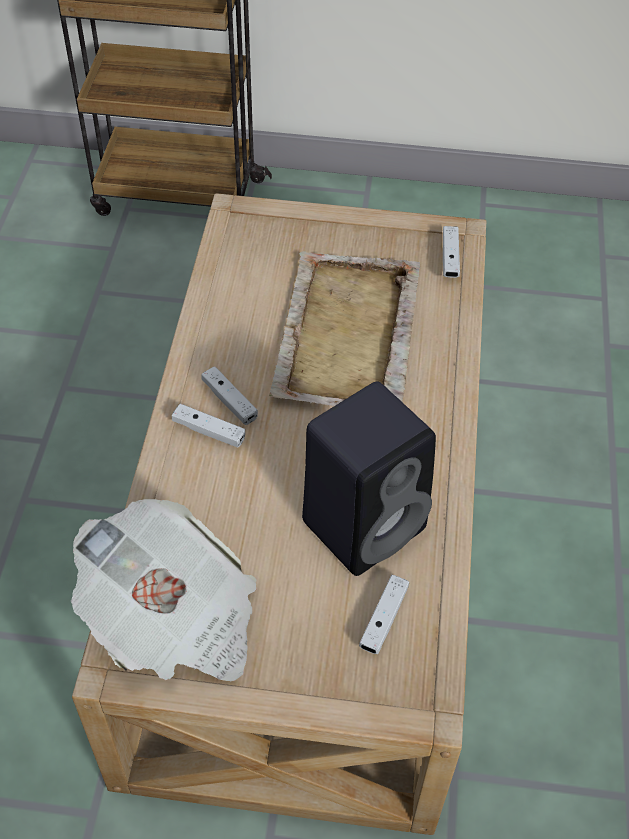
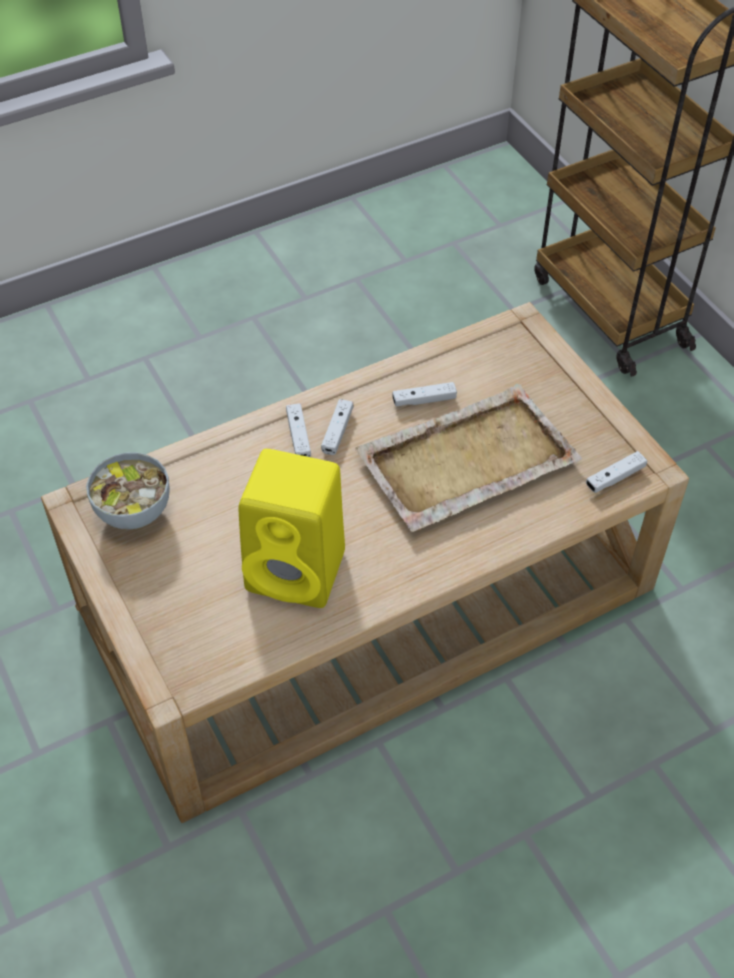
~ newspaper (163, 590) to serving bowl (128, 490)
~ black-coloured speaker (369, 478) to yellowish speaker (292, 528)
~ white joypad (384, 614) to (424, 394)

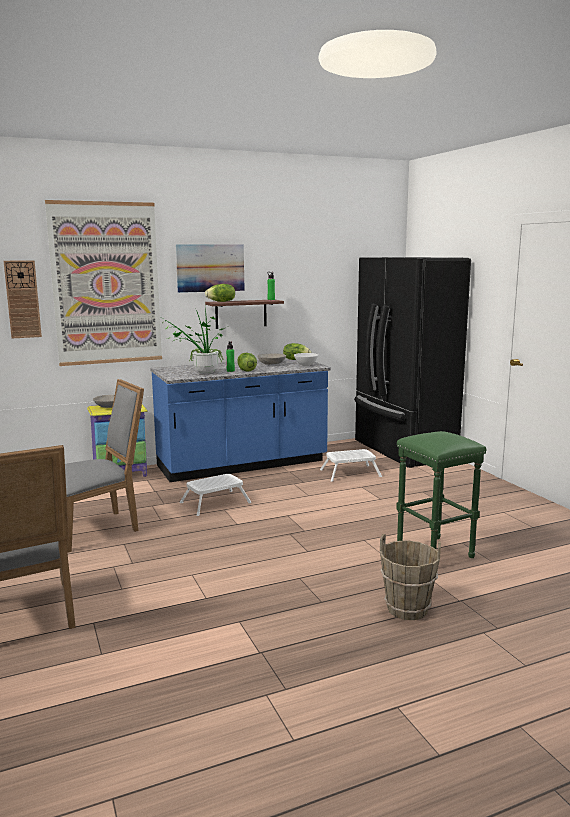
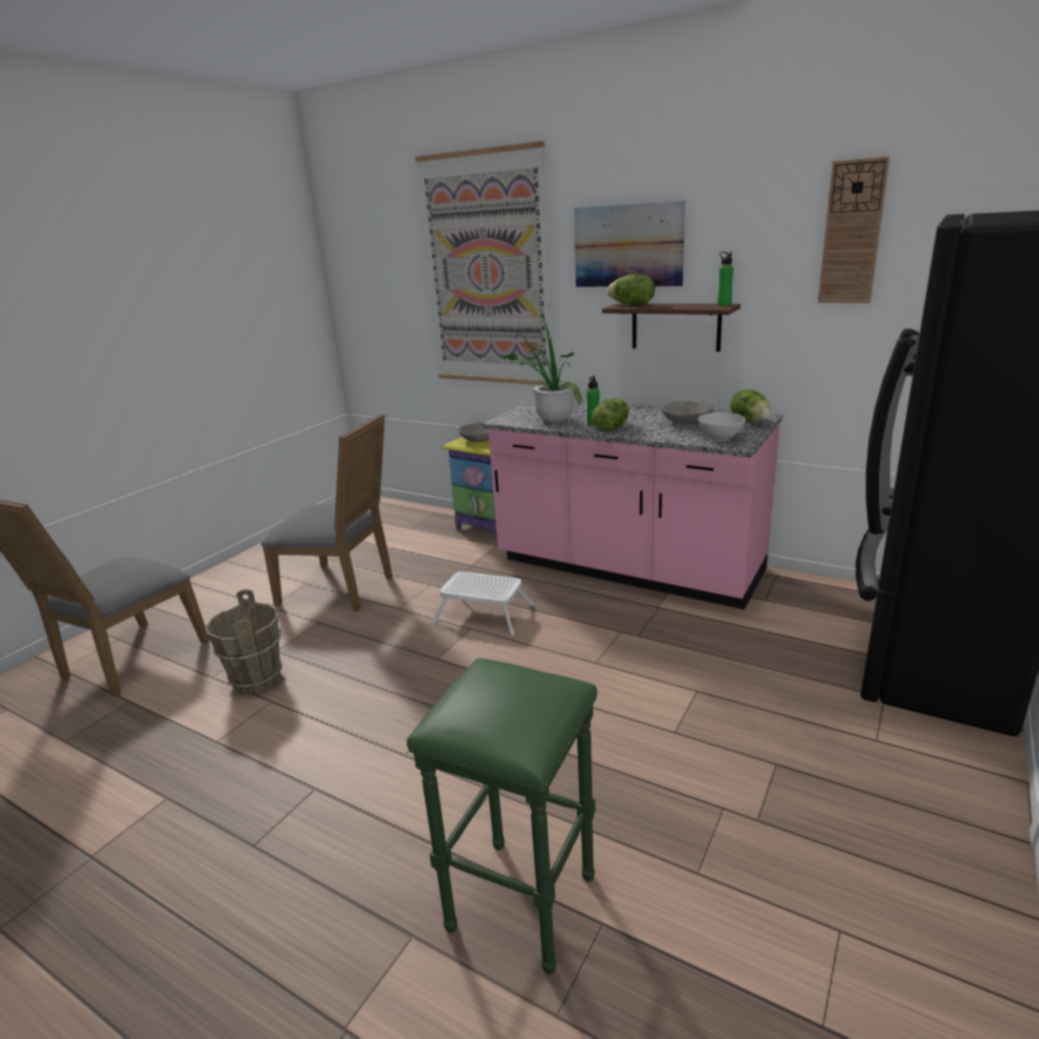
~ hanging clock (23, 299) to (854, 230)
~ bluish counter (240, 420) to pink-coloured counter (632, 504)
- white step ladder (351, 465)
~ brown bucket (410, 577) to (243, 641)

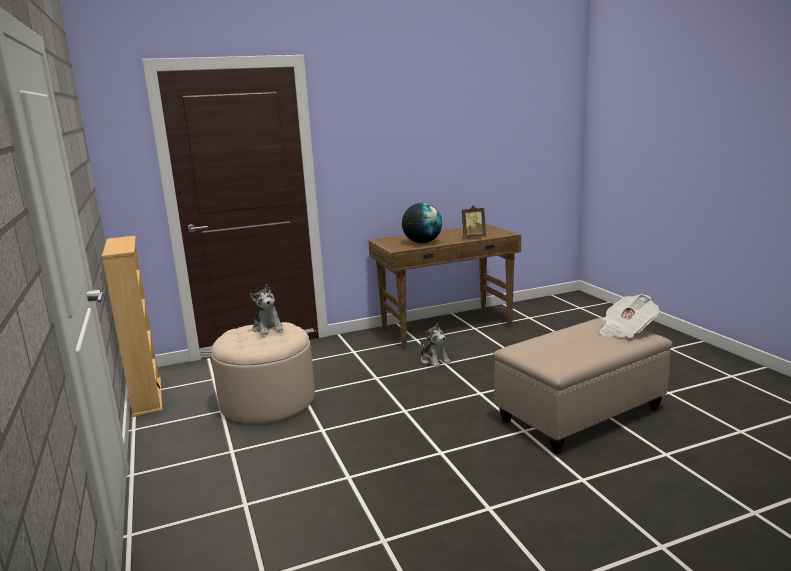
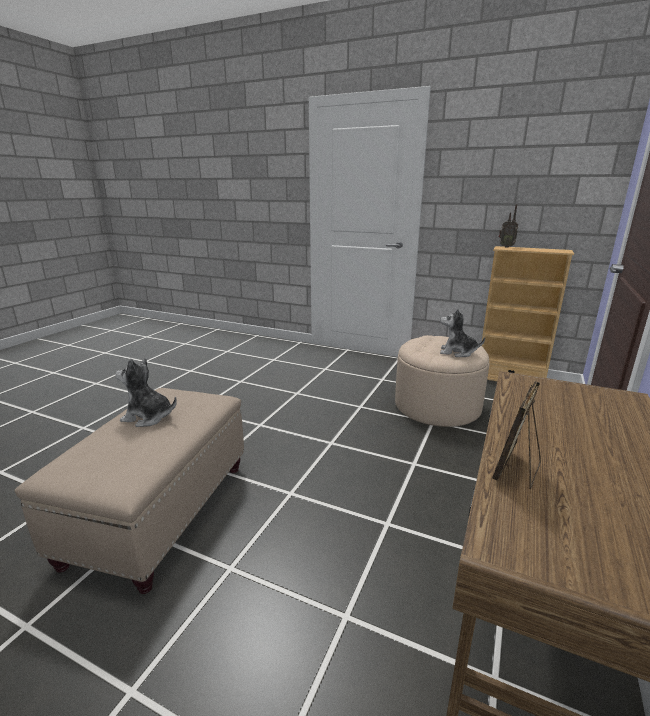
- globe (422, 223)
~ cuddly toy (436, 345) to (146, 392)
- newspaper (629, 316)
+ radio receiver (508, 226)

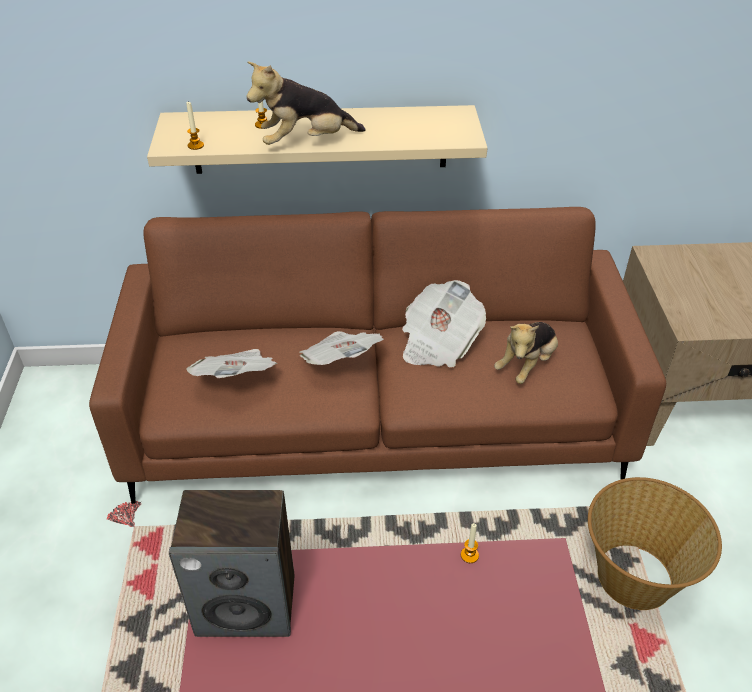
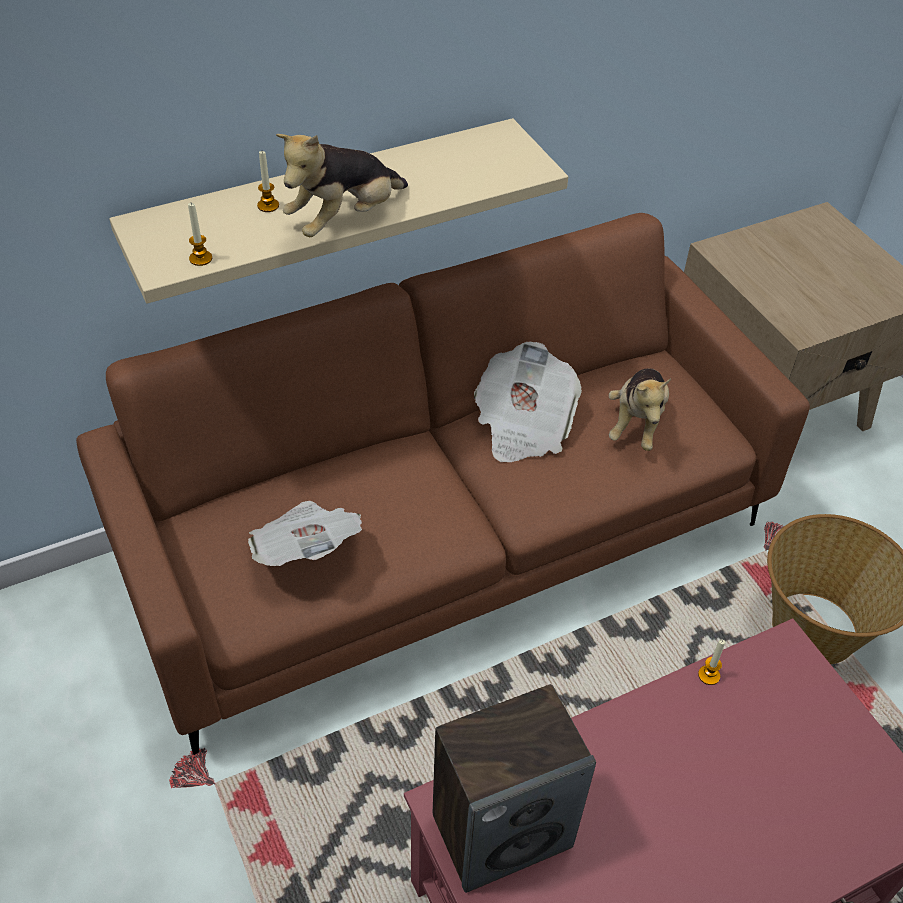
- newspaper (341, 348)

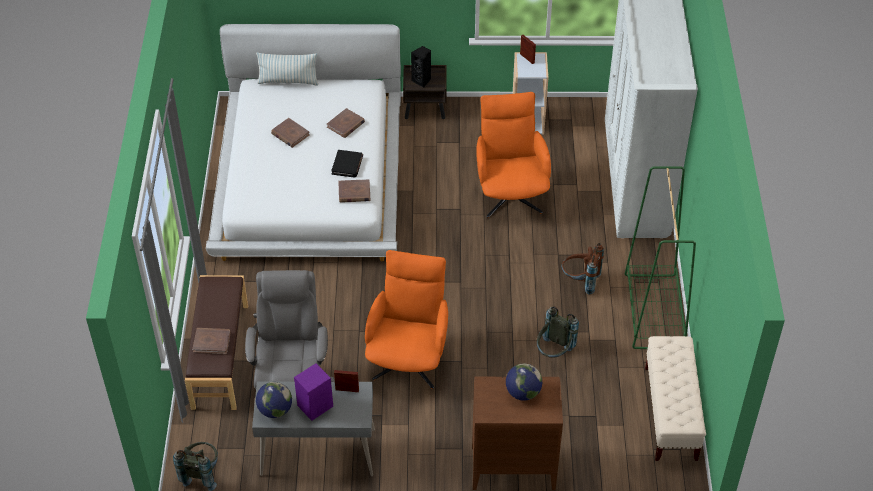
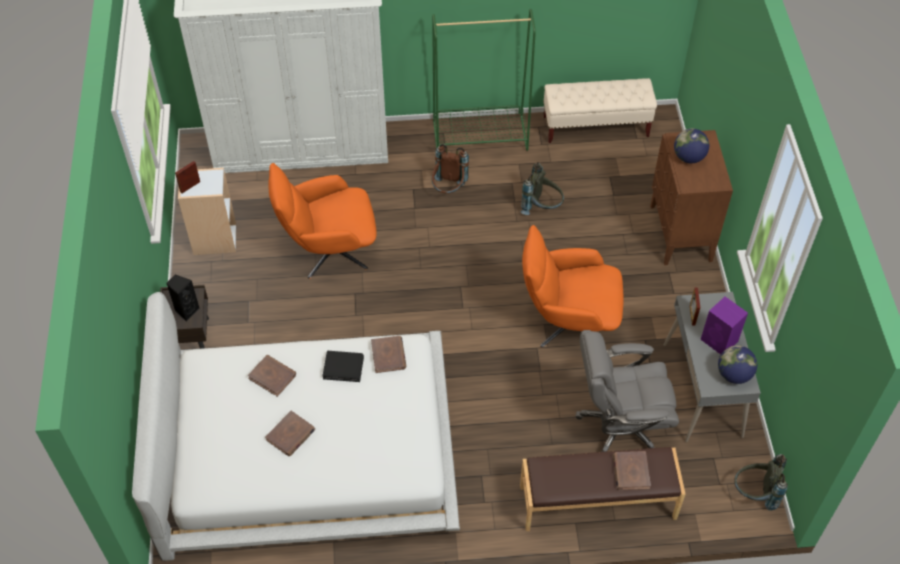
- cushion (287, 69)

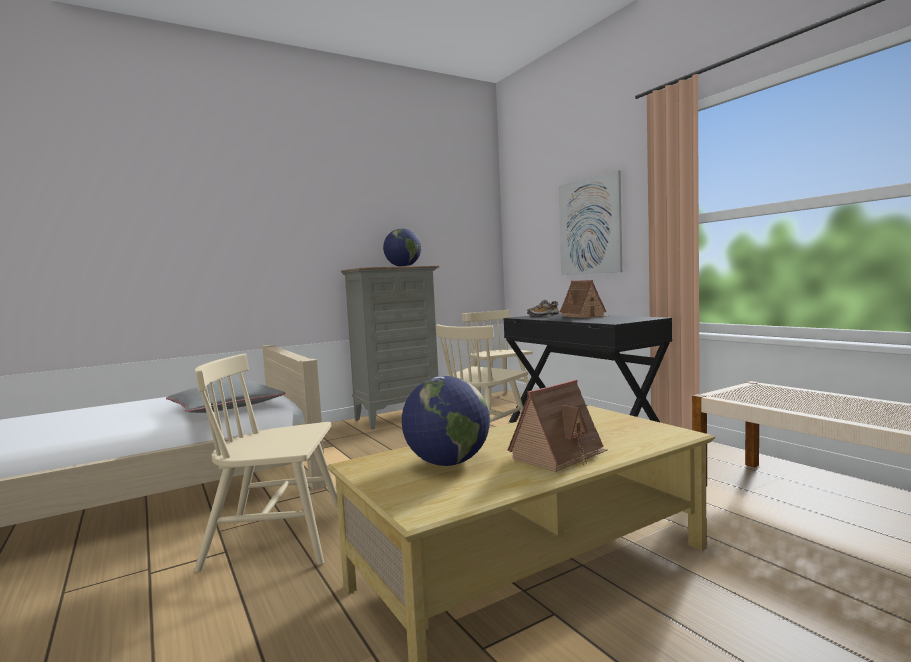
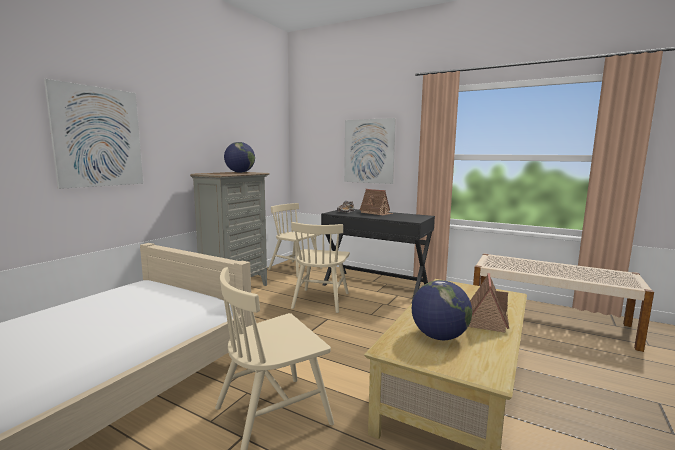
- greyish cushion (226, 397)
+ wall art (93, 134)

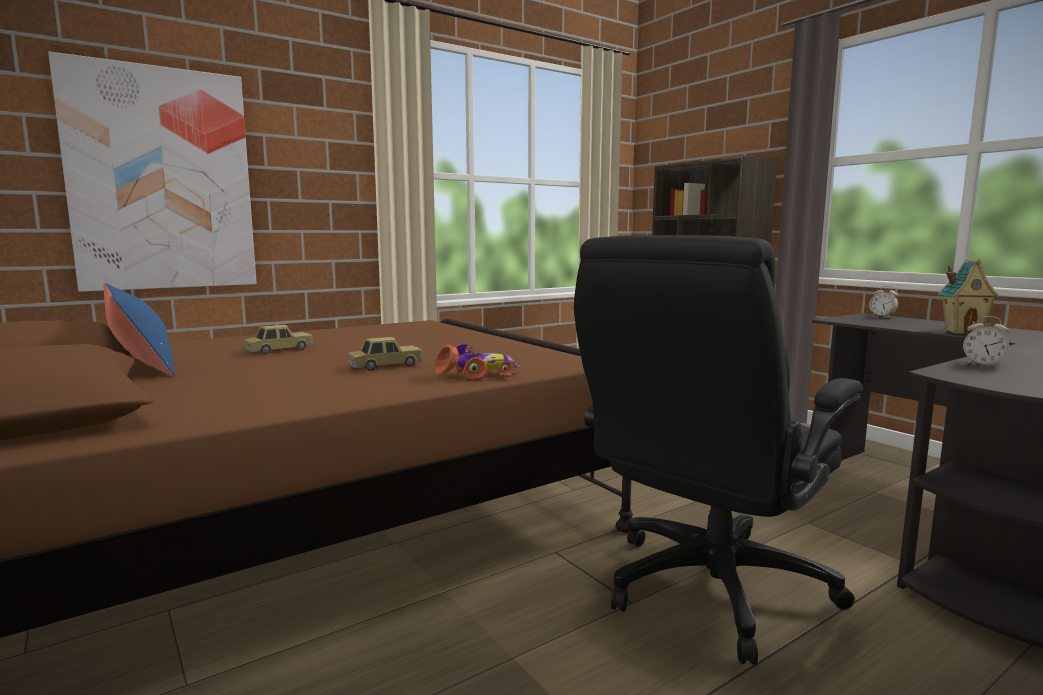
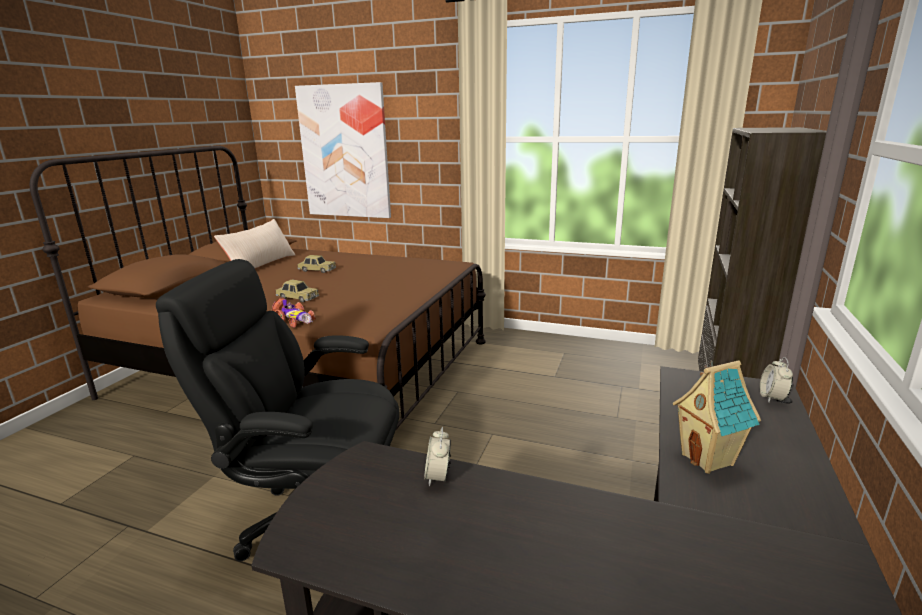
~ bluish cushion (139, 330) to sand-coloured cushion (254, 243)

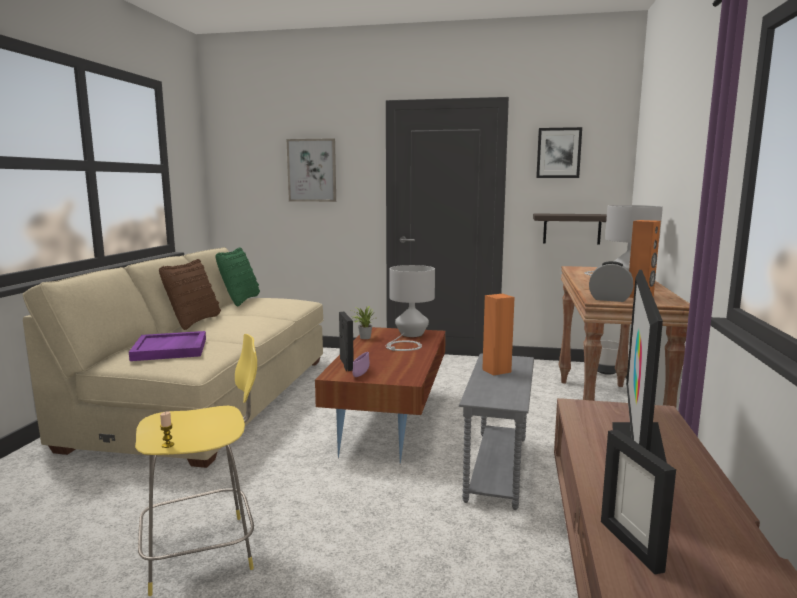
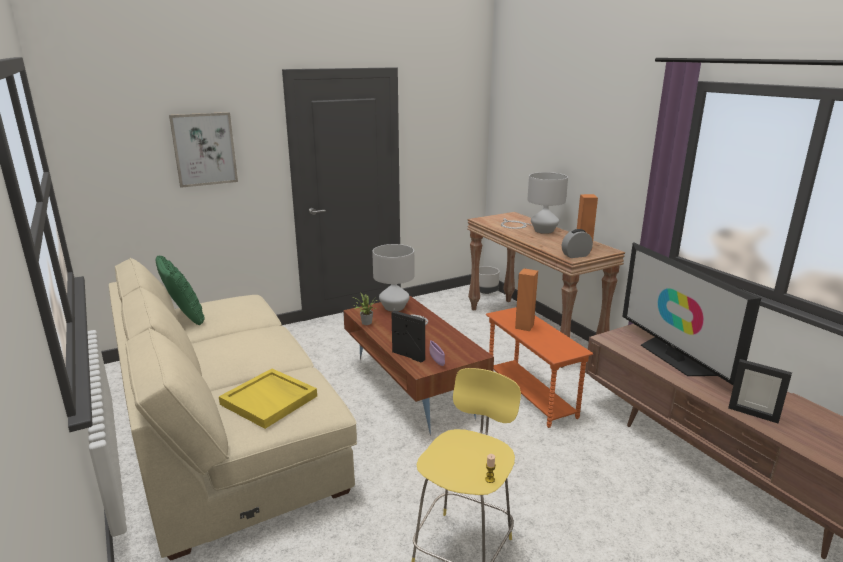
~ purplish tray (167, 346) to yellowish tray (268, 399)
- brown cushion (190, 294)
~ greyish accent table (496, 431) to orange-coloured accent table (539, 367)
- wall shelf (570, 229)
- wall art (559, 152)

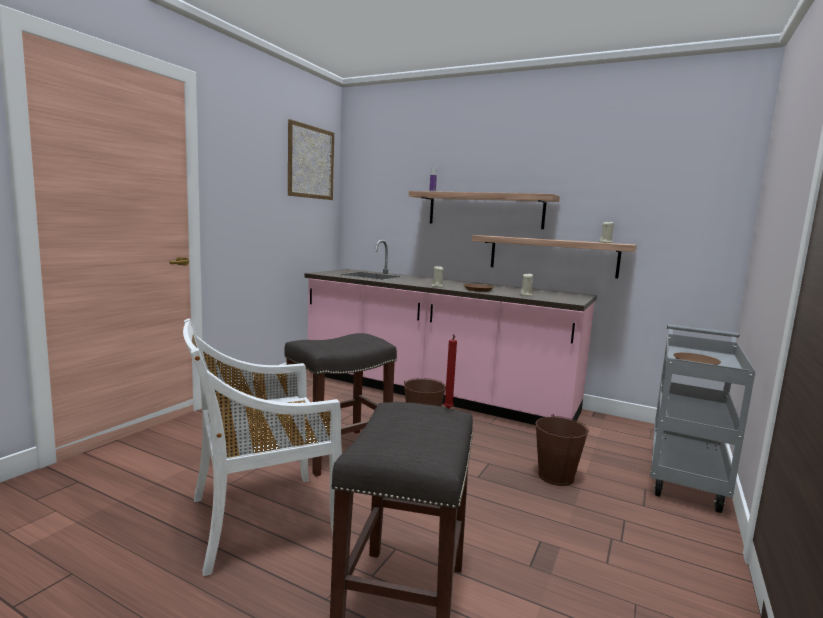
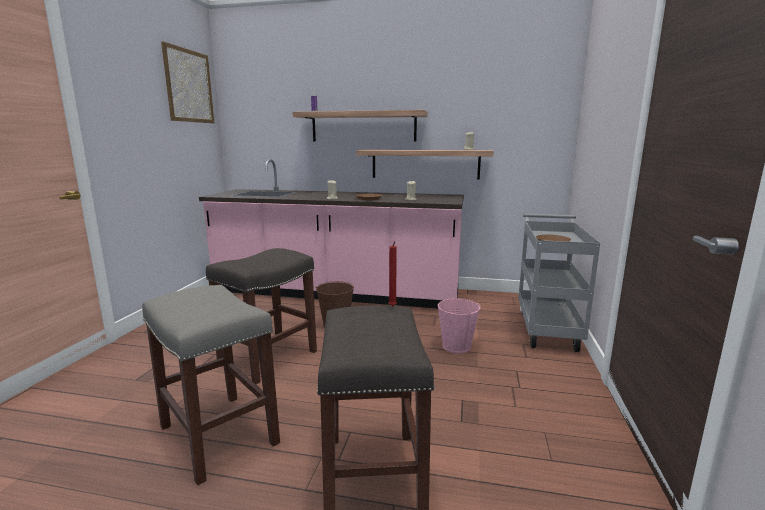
~ white chair (262, 447) to greyish stool (211, 385)
~ brown bucket (562, 450) to pink-coloured bucket (459, 325)

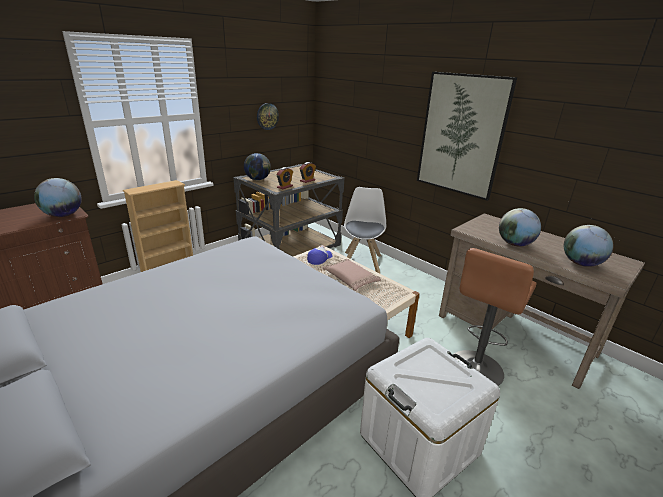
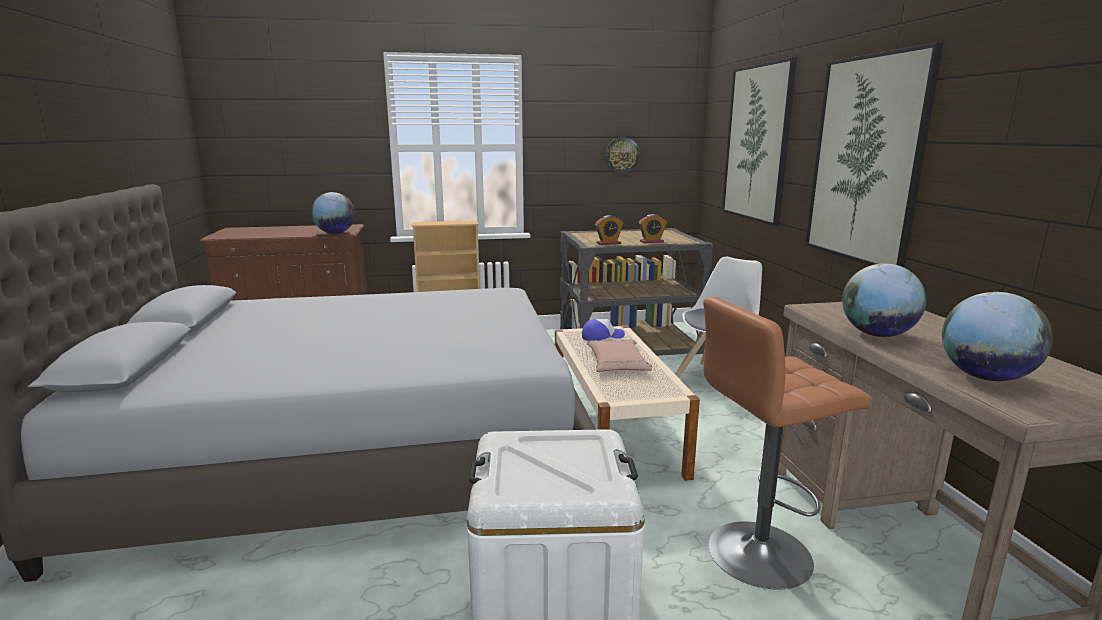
- globe (257, 166)
+ wall art (759, 141)

